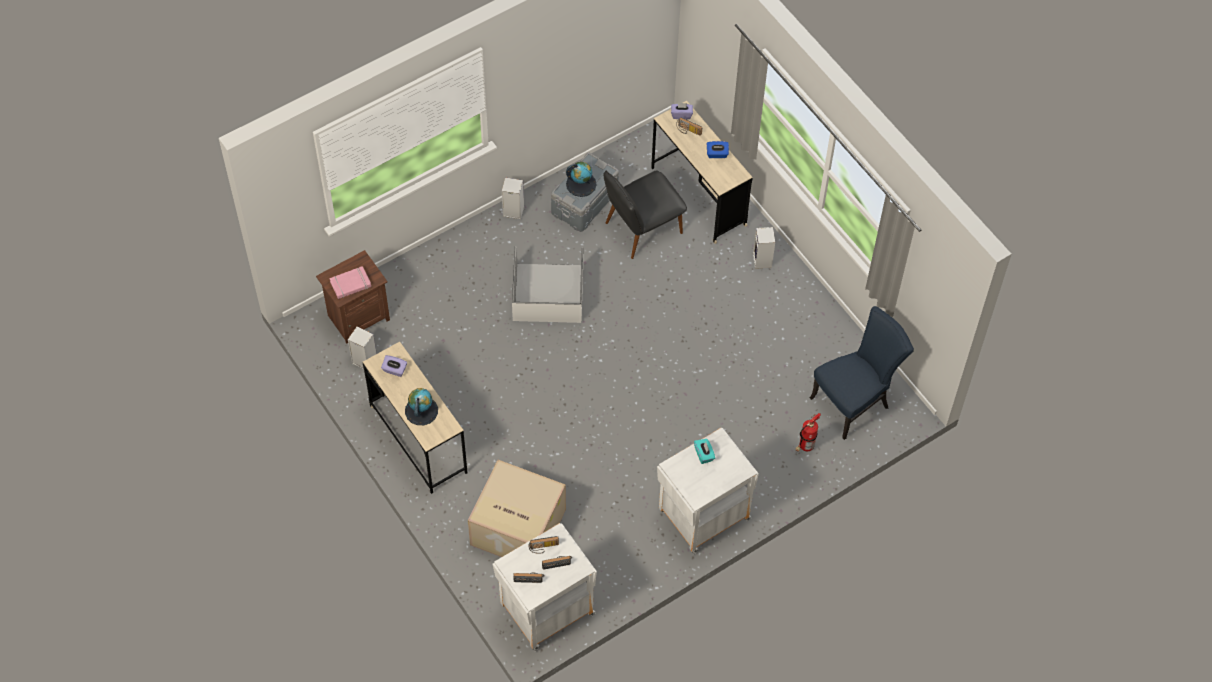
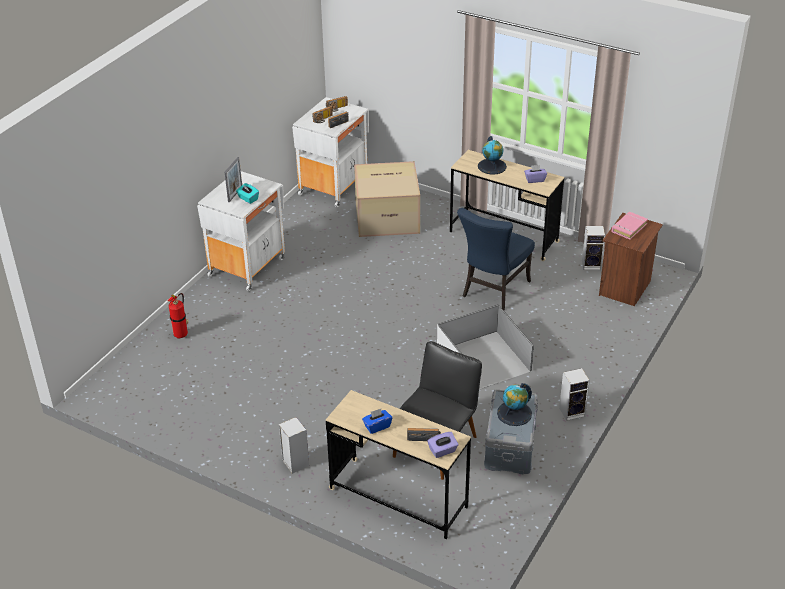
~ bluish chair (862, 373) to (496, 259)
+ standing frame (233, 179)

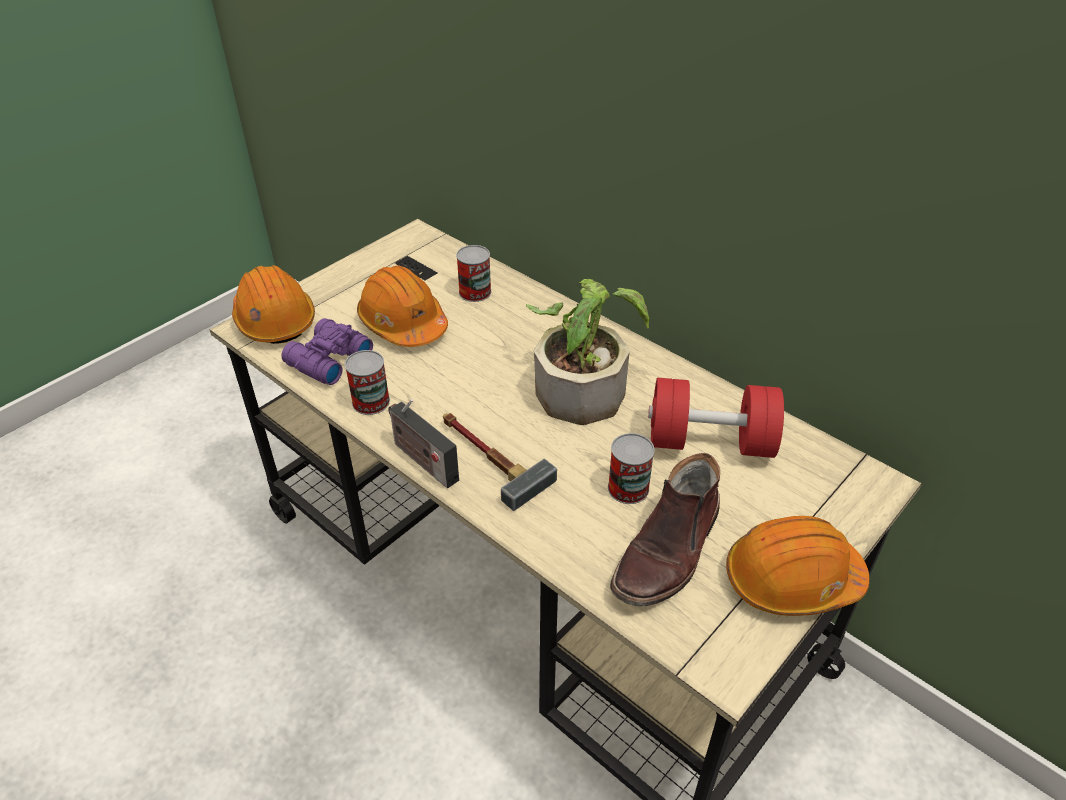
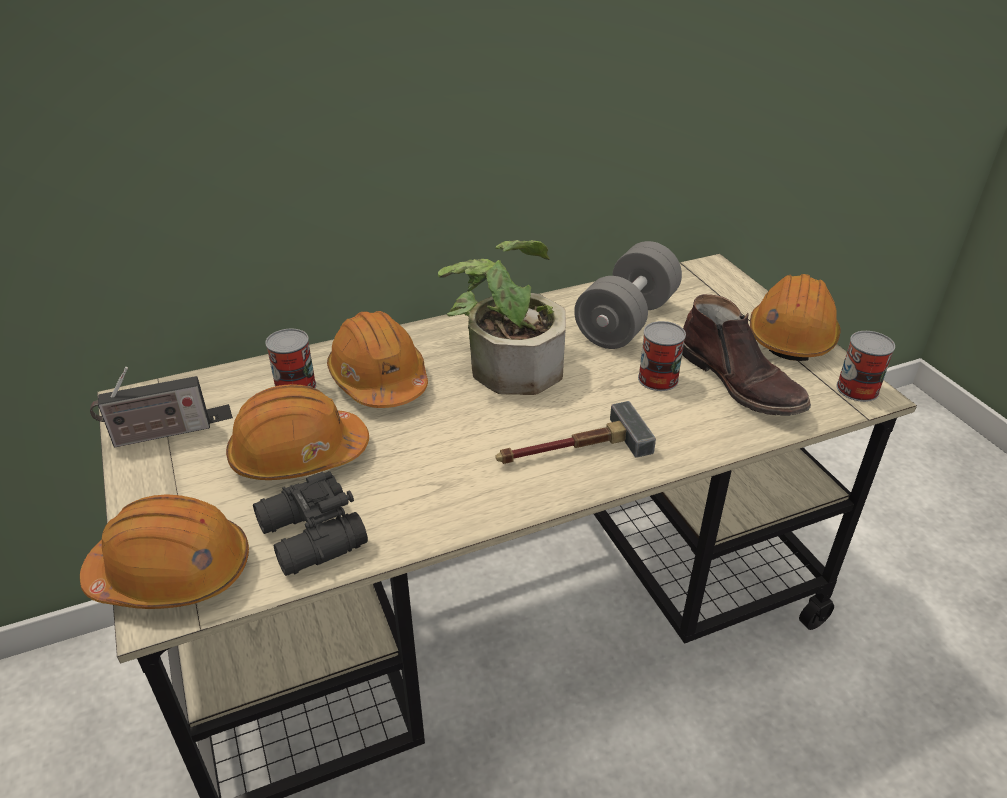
~ purplish field glasses (327, 351) to black-coloured field glasses (310, 523)
~ can (367, 382) to (865, 366)
~ radio receiver (423, 443) to (150, 407)
~ red-coloured hand weight (716, 418) to greyish hand weight (628, 295)
+ orange-coloured safety helmet (377, 359)

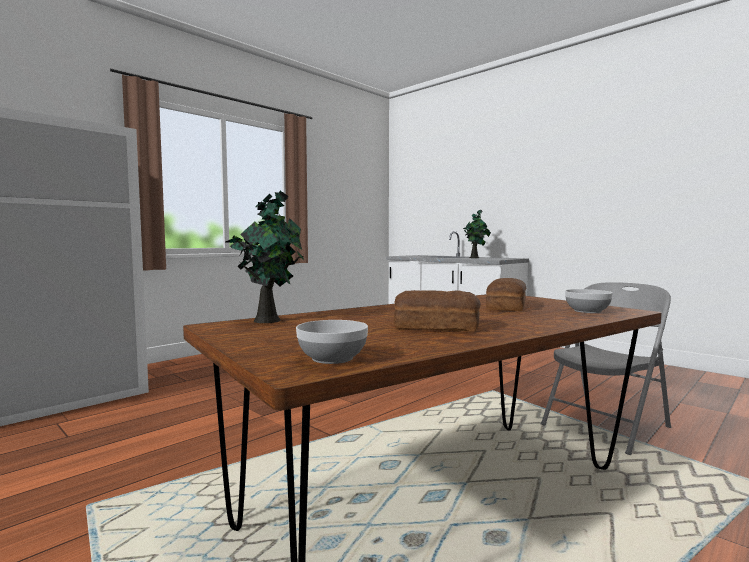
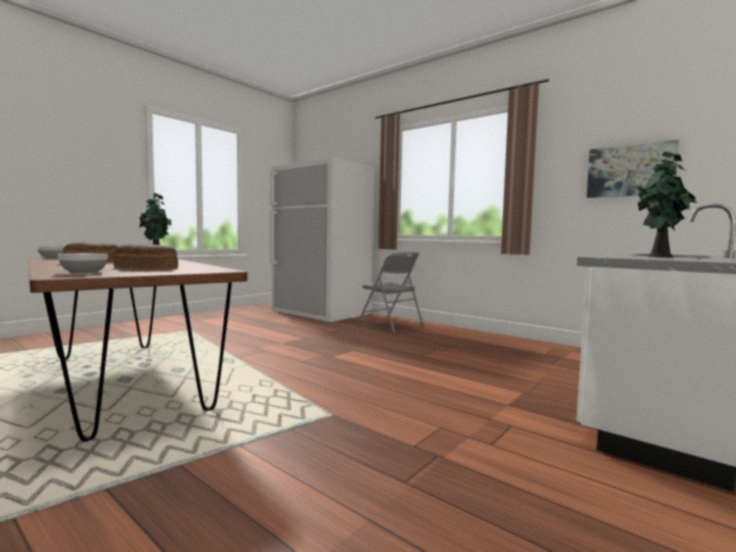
~ greyish chair (606, 368) to (390, 292)
+ wall art (633, 169)

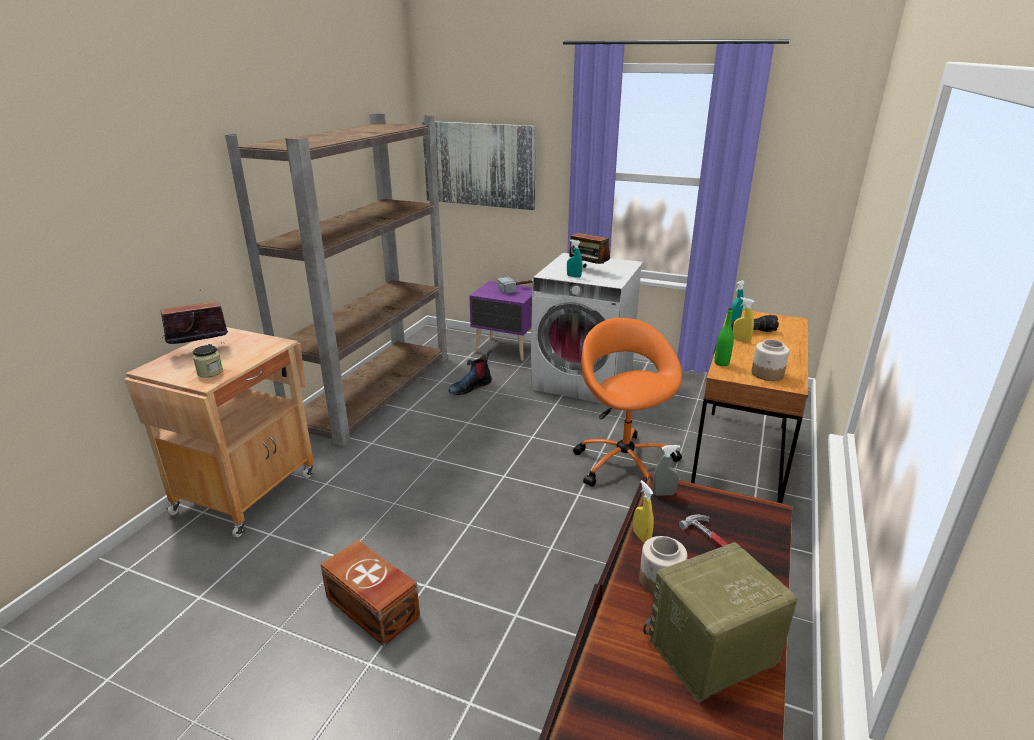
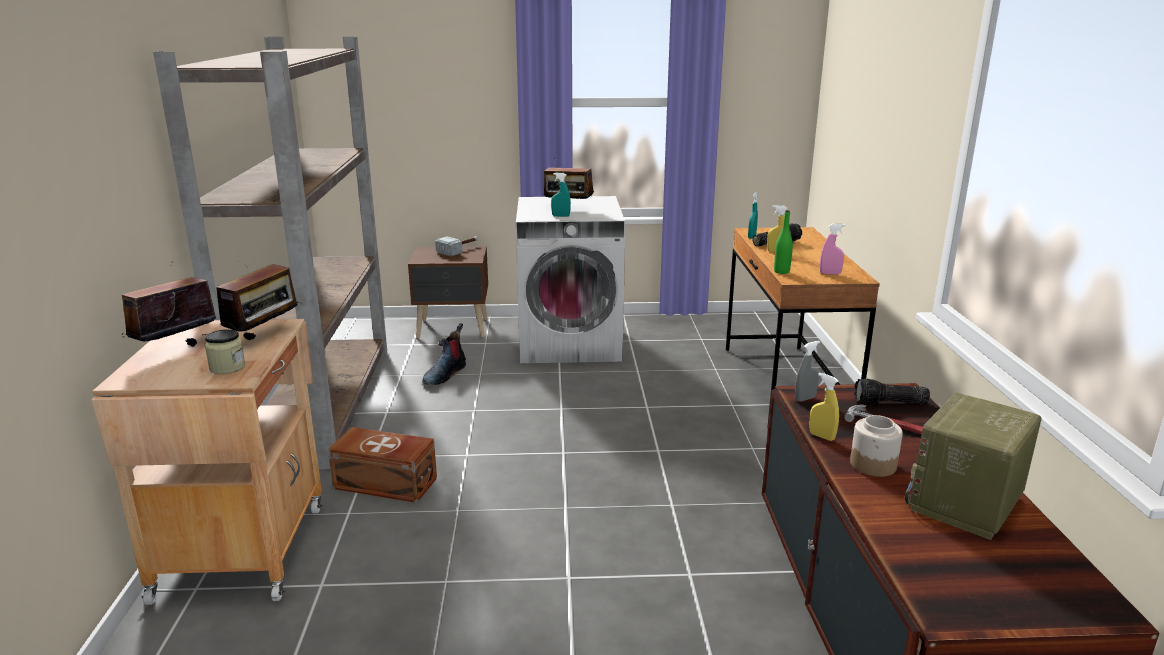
~ brown storage container (370, 593) to (382, 465)
- wall art (479, 165)
~ purplish bedside table (501, 321) to brown bedside table (448, 292)
- orange-coloured desk chair (627, 402)
~ jar (770, 360) to pink-coloured hand sprayer (832, 249)
+ radio receiver (259, 302)
+ hand torch (892, 391)

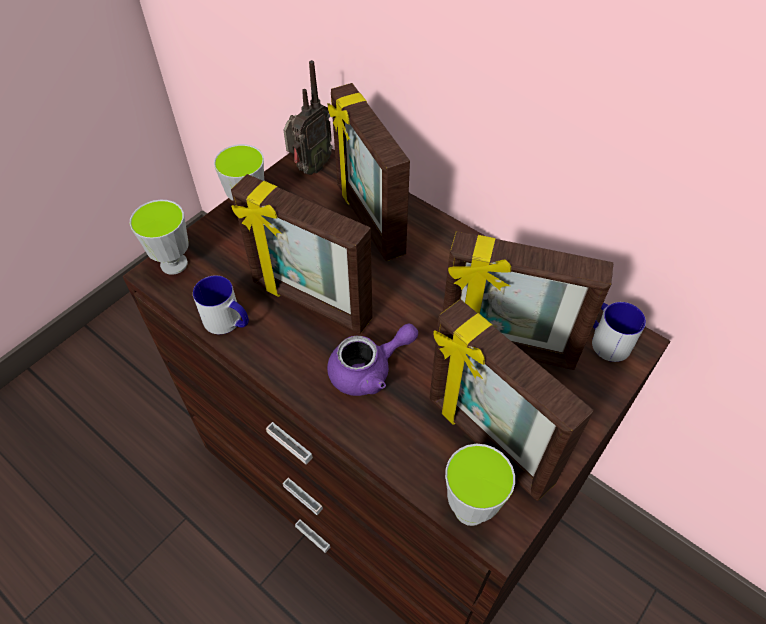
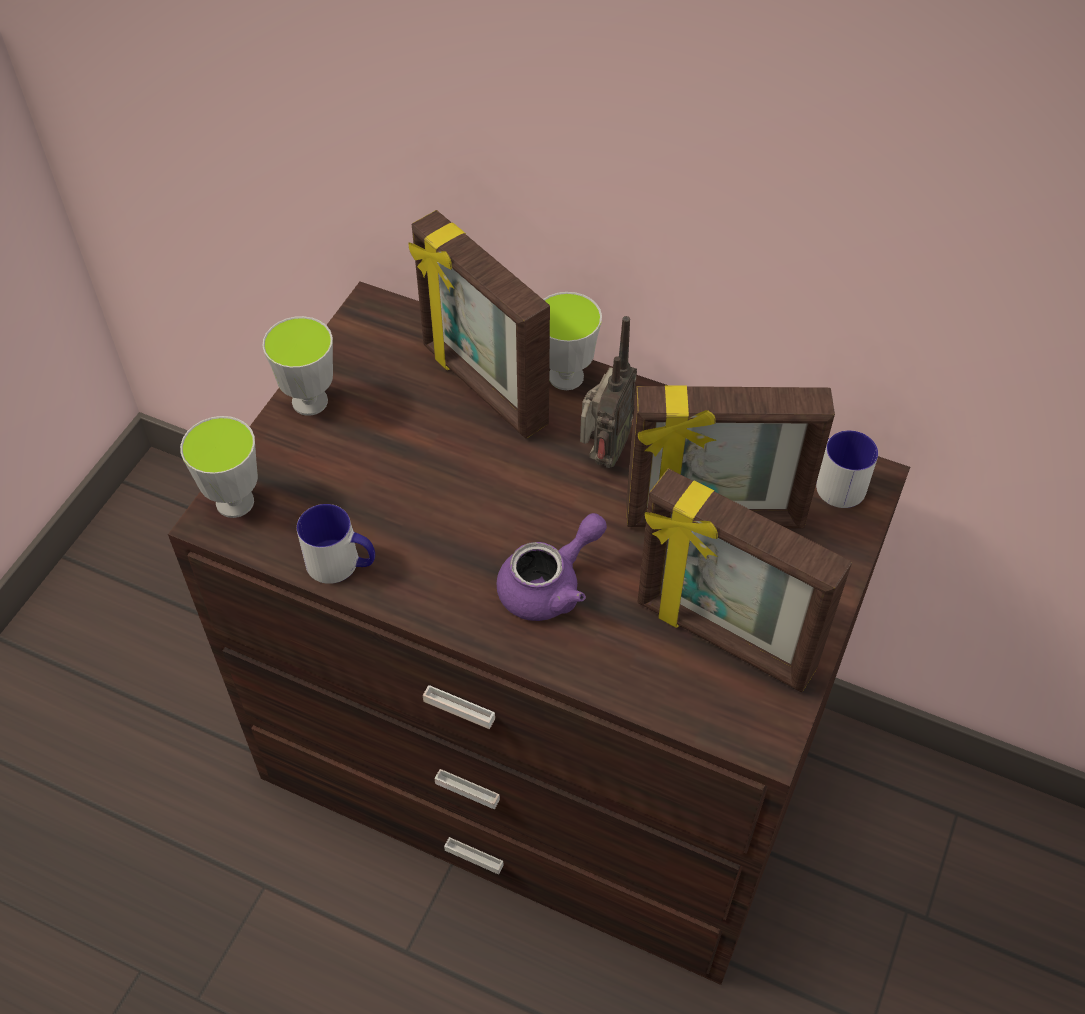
- standing frame (301, 254)
~ radio receiver (308, 117) to (608, 392)
~ small cup (480, 485) to (572, 341)

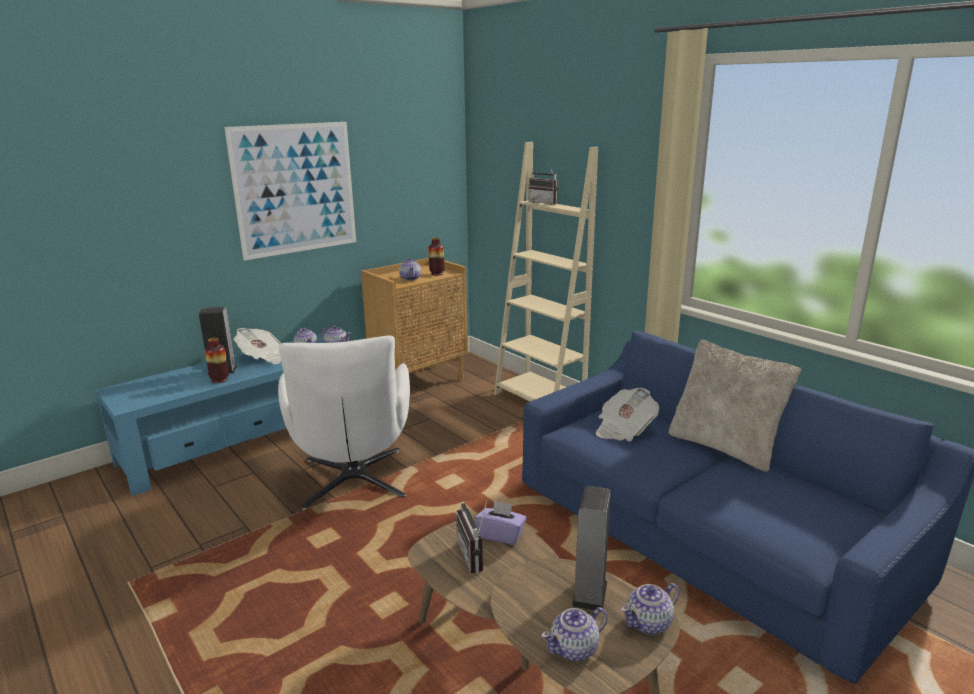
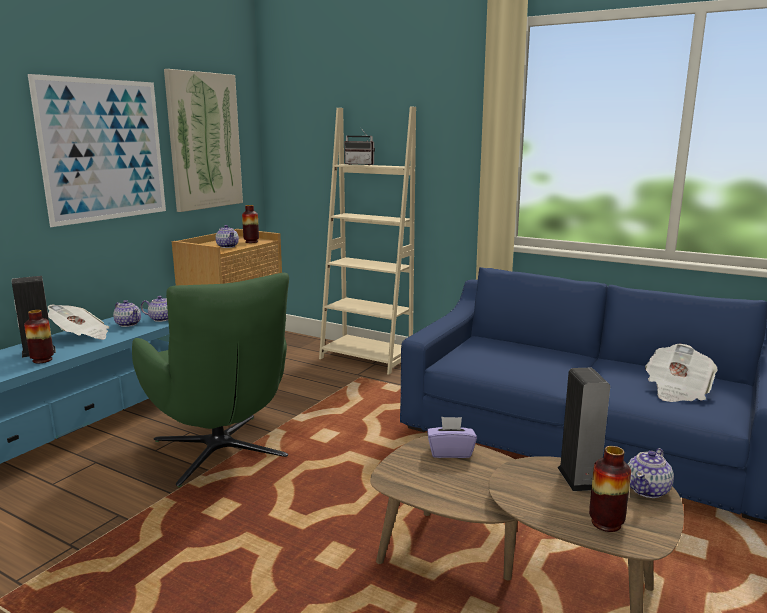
~ white armchair (344, 422) to greenish armchair (210, 380)
- radio receiver (472, 535)
~ teapot (574, 634) to decorative vase (610, 489)
~ newspaper (627, 414) to (681, 373)
- sand-coloured cushion (734, 405)
+ wall art (203, 140)

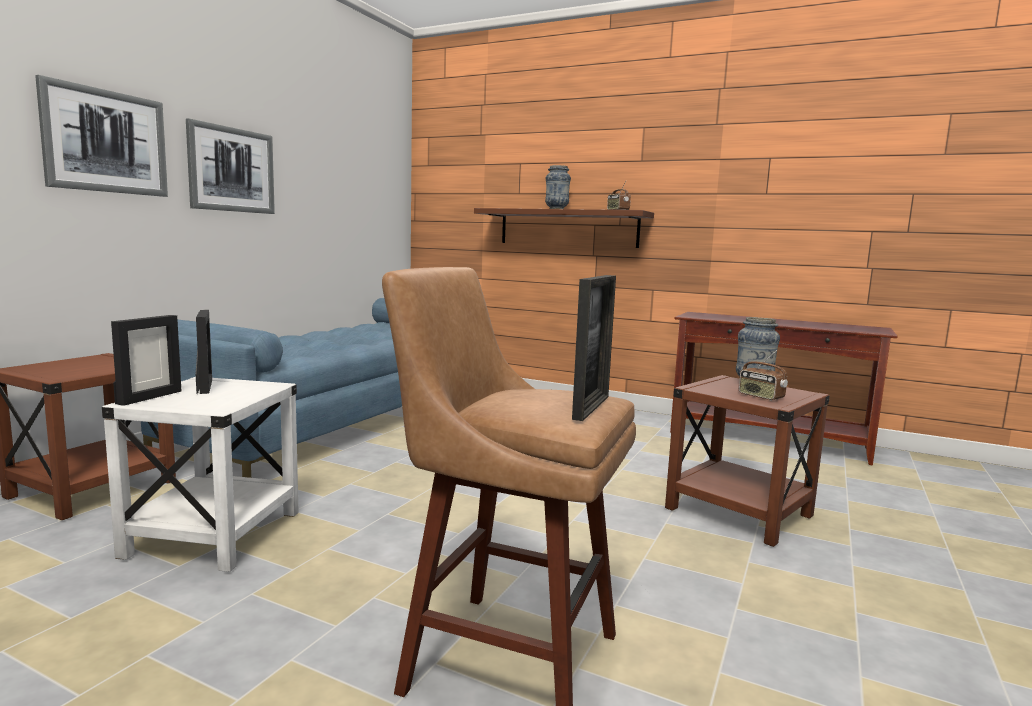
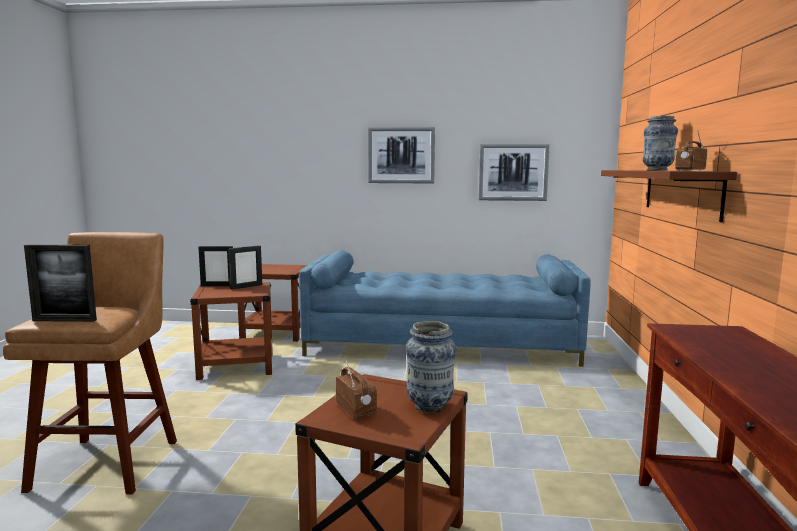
~ wall art (101, 136) to (514, 172)
~ white accent table (200, 474) to brown accent table (231, 331)
~ radio receiver (763, 375) = (356, 386) 120 degrees clockwise

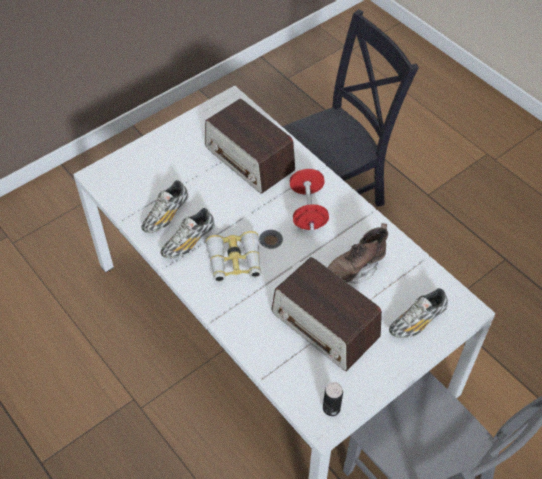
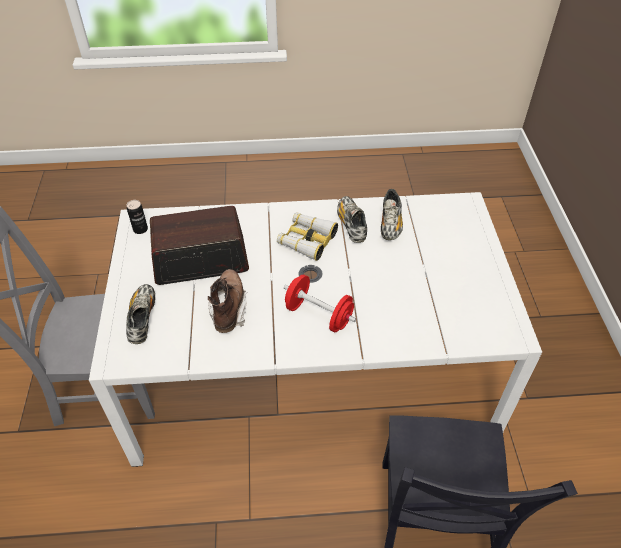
~ item of footwear (164, 206) = (392, 214) 150 degrees counterclockwise
- radio receiver (250, 146)

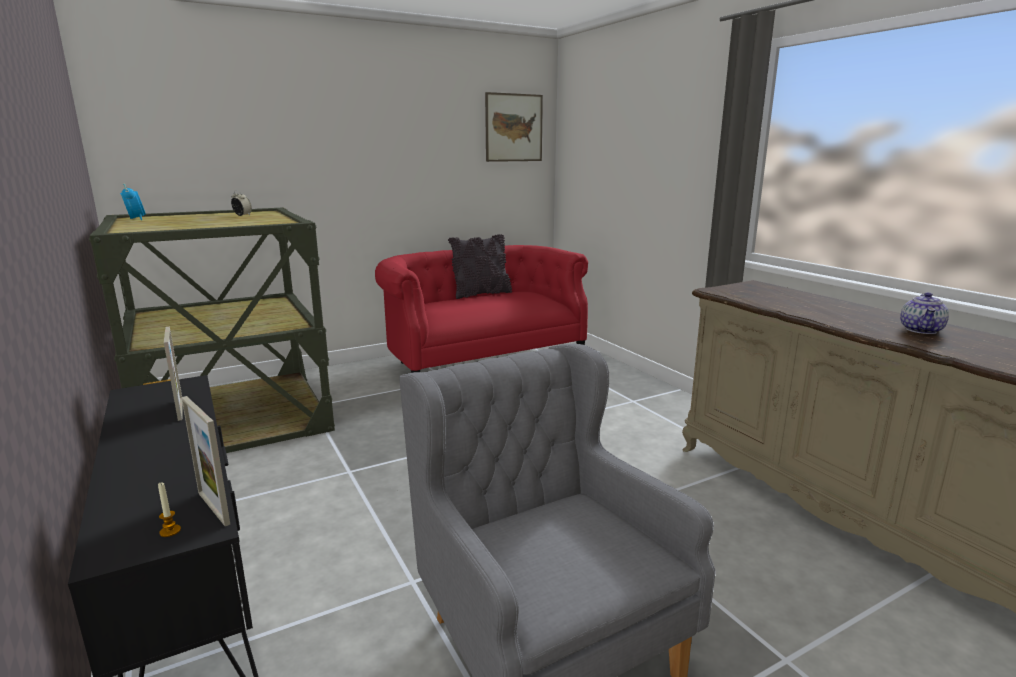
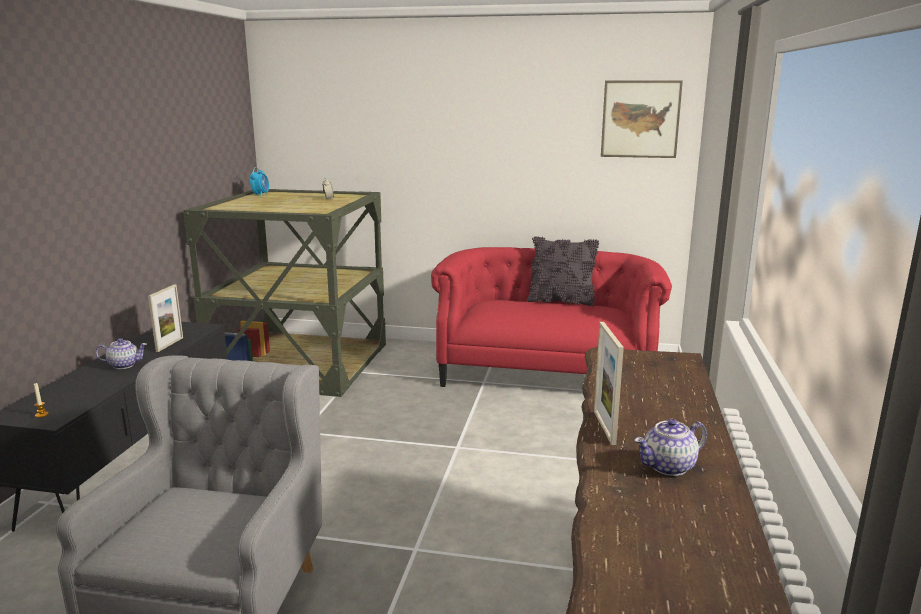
~ standing frame (205, 461) to (609, 383)
+ teapot (121, 353)

